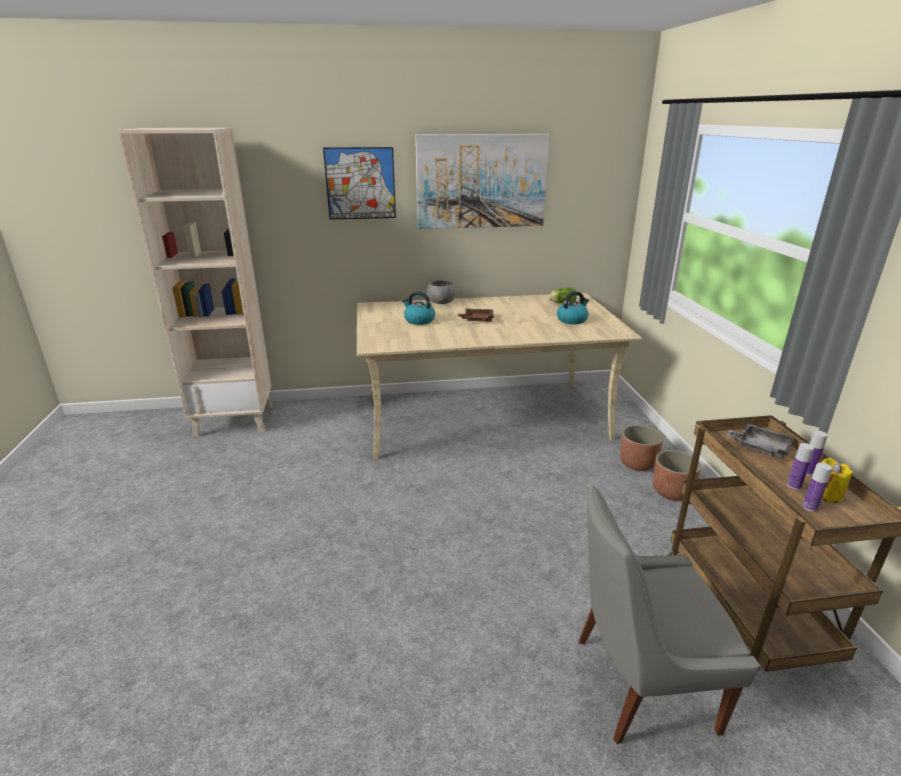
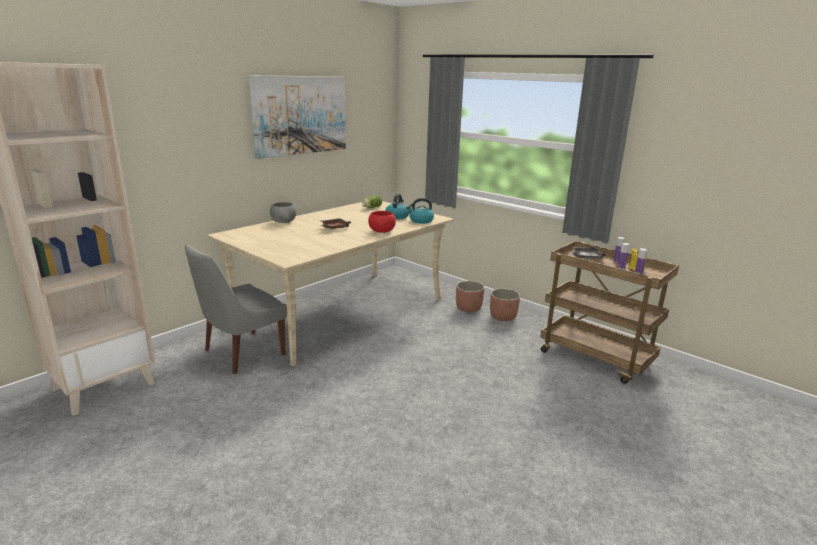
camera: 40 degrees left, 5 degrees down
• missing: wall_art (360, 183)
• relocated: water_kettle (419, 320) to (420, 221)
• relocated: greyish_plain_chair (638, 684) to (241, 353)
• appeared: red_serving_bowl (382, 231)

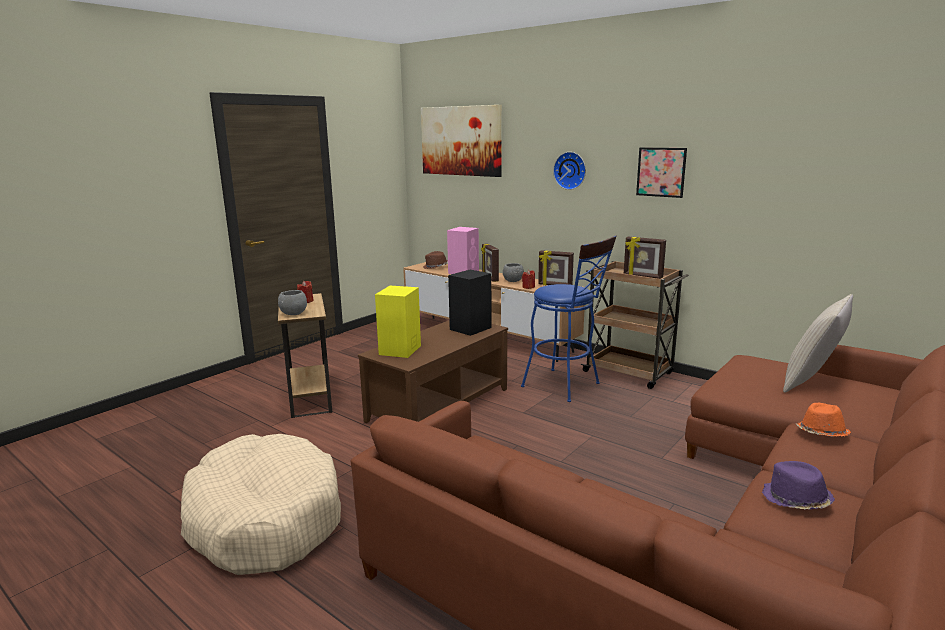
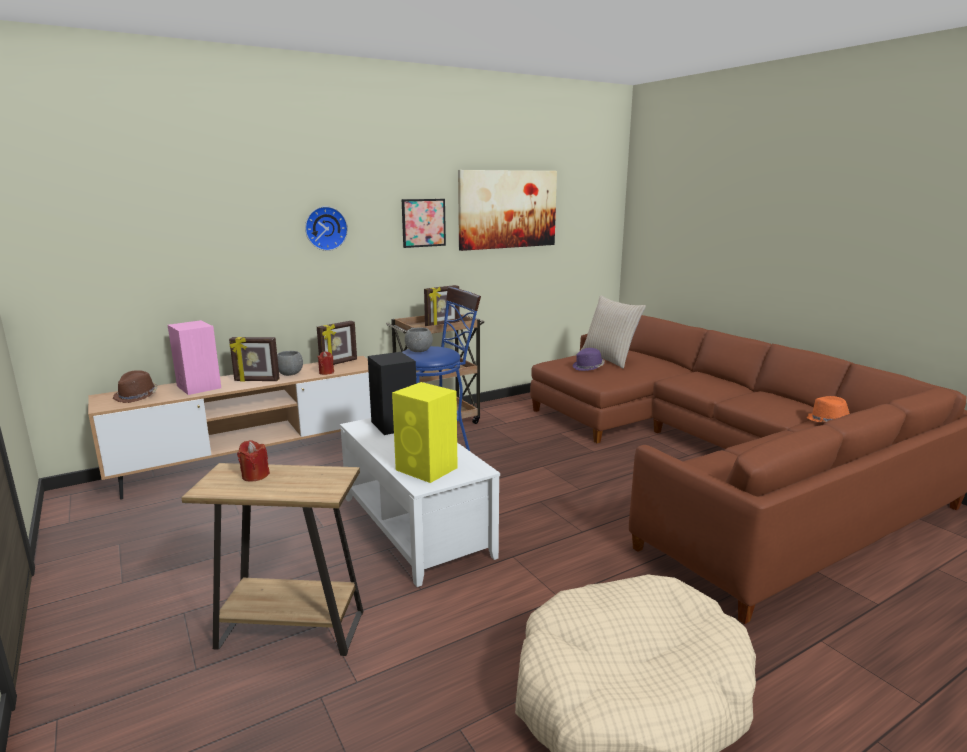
camera: 70 degrees left, 0 degrees up
• relocated: greyish_serving_bowl (294, 314) to (419, 351)
• colour: brown-coloured_coffee_table (439, 405) to white-coloured_coffee_table (416, 526)
• relocated: wall_art (461, 141) to (507, 209)
• relocated: purple_hat (795, 500) to (588, 367)
• relocated: orange_hat (821, 434) to (828, 421)

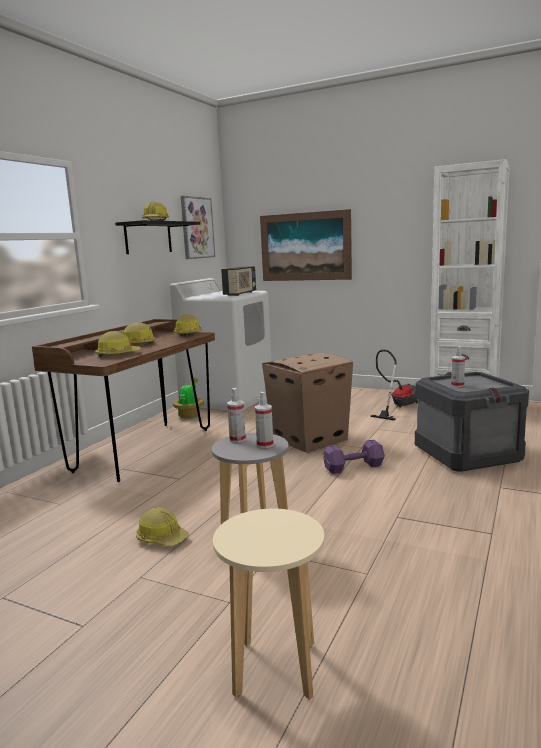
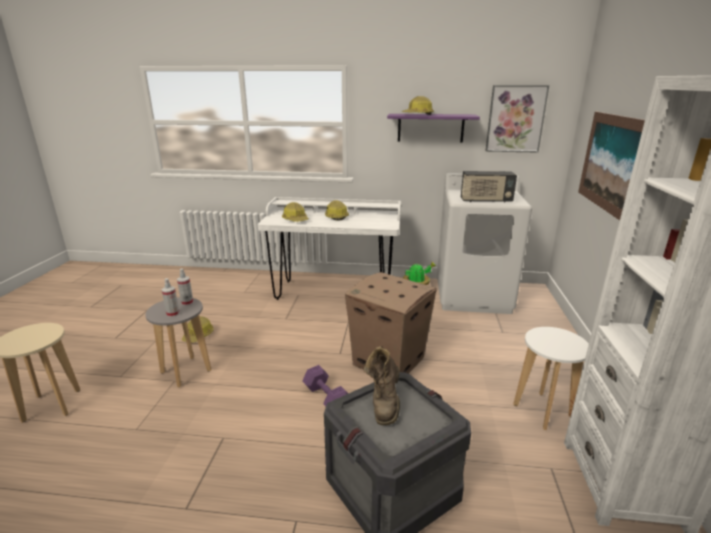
camera: 70 degrees right, 10 degrees up
• colour: brown-coloured_desk (144, 449) to white-coloured_desk (334, 292)
• colour: blackish_bracket_shelf (148, 238) to purple_bracket_shelf (430, 128)
• missing: safety_helmet (188, 334)
• exchanged: vacuum_cleaner (398, 406) to white-coloured_sitting_stool (543, 411)
• exchanged: hand_sprayer (457, 385) to brown-coloured_boot (384, 403)

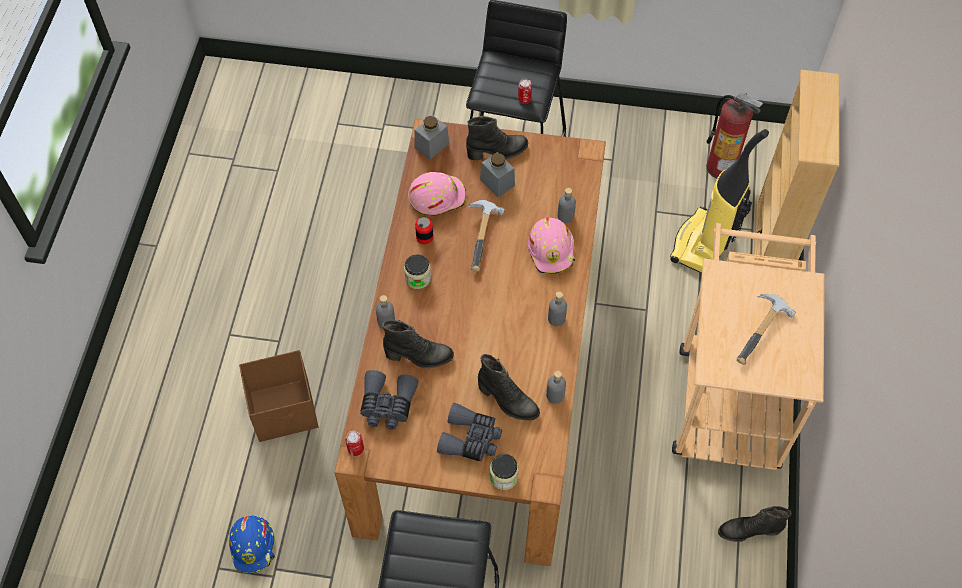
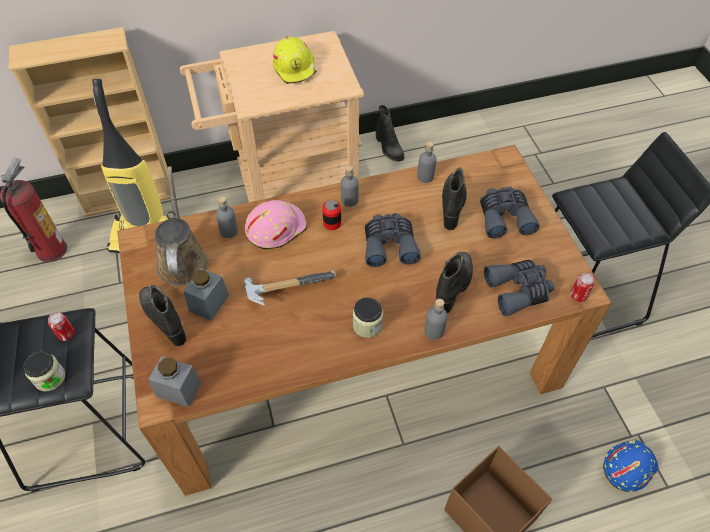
camera: 115 degrees left, 5 degrees down
• spun: blackish_boot (419, 356) = (453, 287) 45 degrees clockwise
• missing: pink-coloured_safety_helmet (437, 196)
• relocated: sealed_can (424, 237) to (332, 223)
• relocated: preserve_jar (503, 477) to (50, 378)
• exchanged: tool_hammer (764, 333) to yellowish_safety_helmet (295, 68)
• appeared: brown-coloured_watering_pot (182, 260)
• appeared: greyish_field_glasses (389, 244)

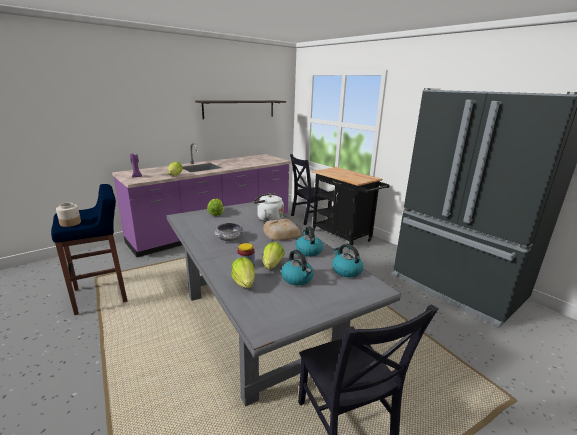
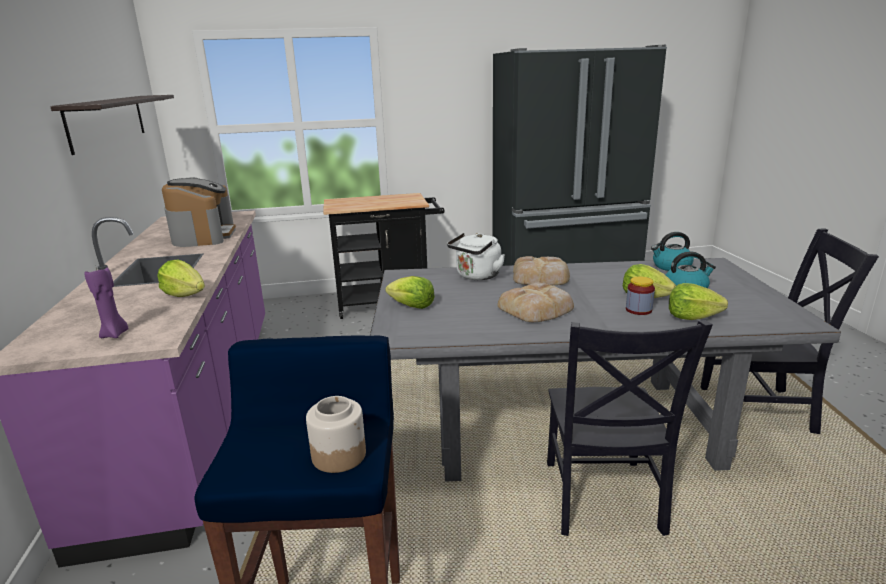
camera: 60 degrees left, 0 degrees up
• exchanged: serving_bowl (230, 238) to baked_bread (537, 309)
• relocated: blackish_plain_chair (308, 218) to (602, 501)
• missing: water_kettle (308, 251)
• appeared: coffee_machine (204, 235)

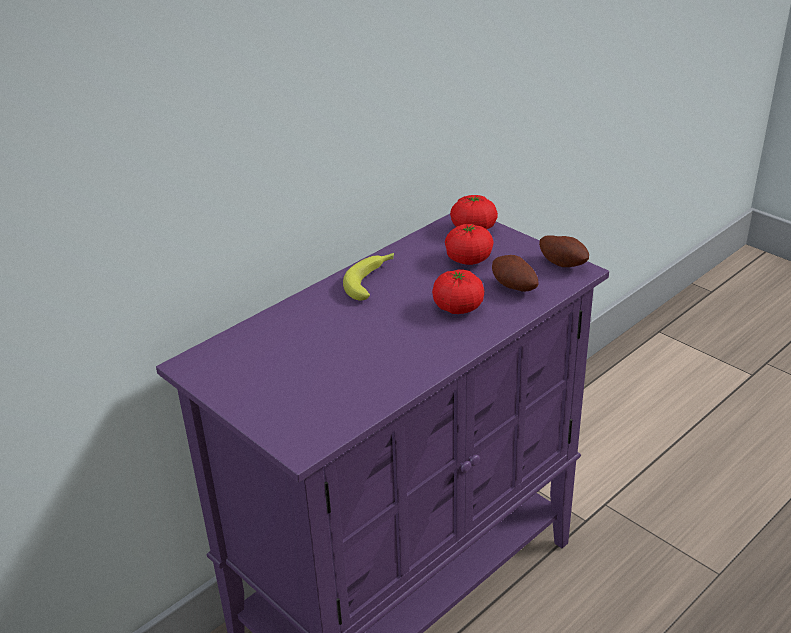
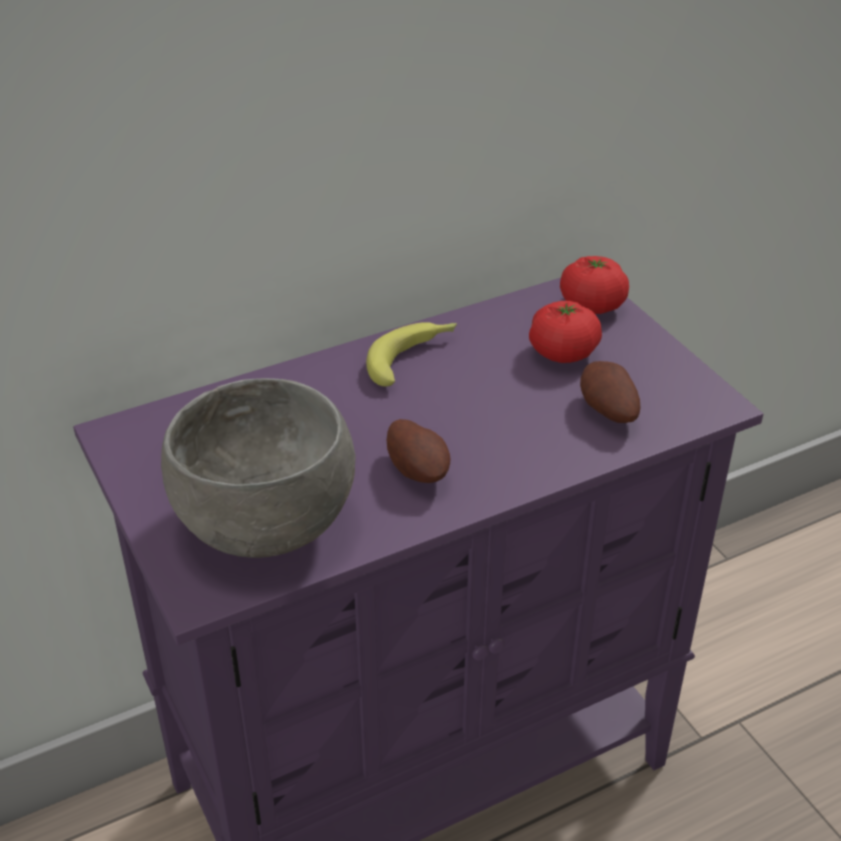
camera: 15 degrees right, 5 degrees up
• missing: fresh_tomato (458, 307)
• relocated: spud (563, 263) to (419, 470)
• appeared: greyish_serving_bowl (267, 523)

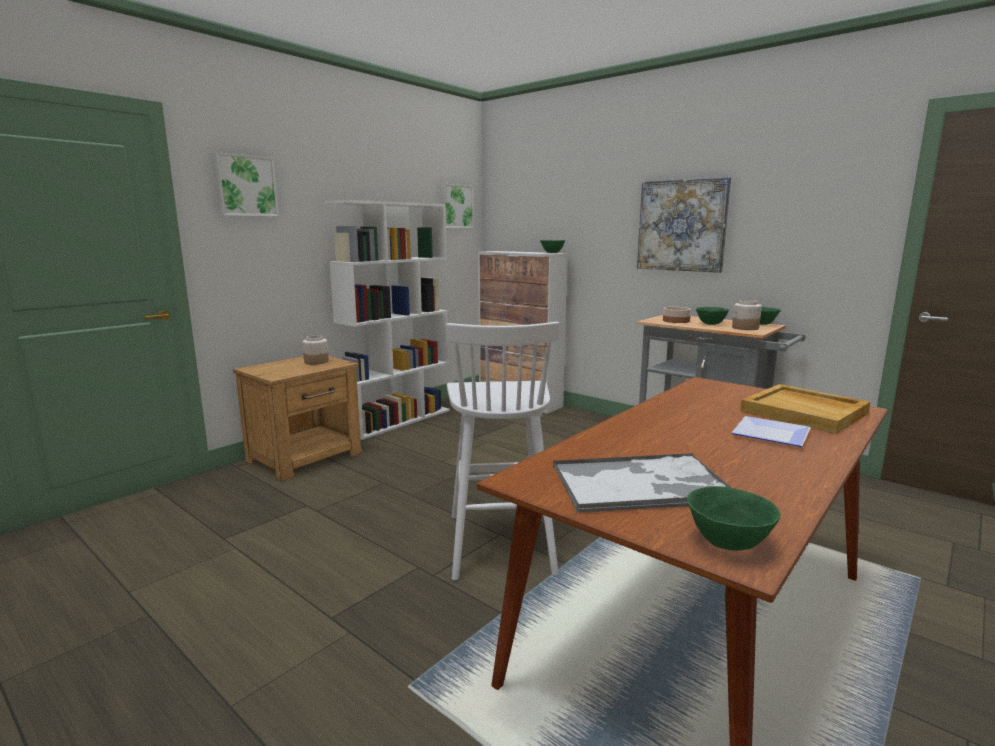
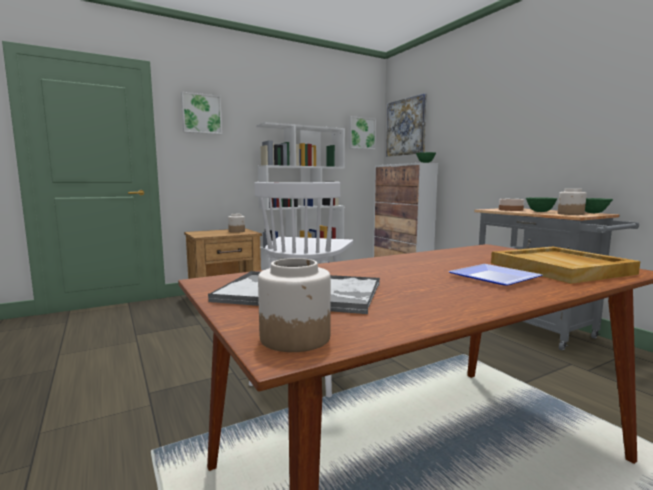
camera: 20 degrees right, 5 degrees down
• relocated: wall_art (682, 225) to (406, 127)
• exchanged: green_serving_bowl (728, 543) to preserve_jar (295, 337)

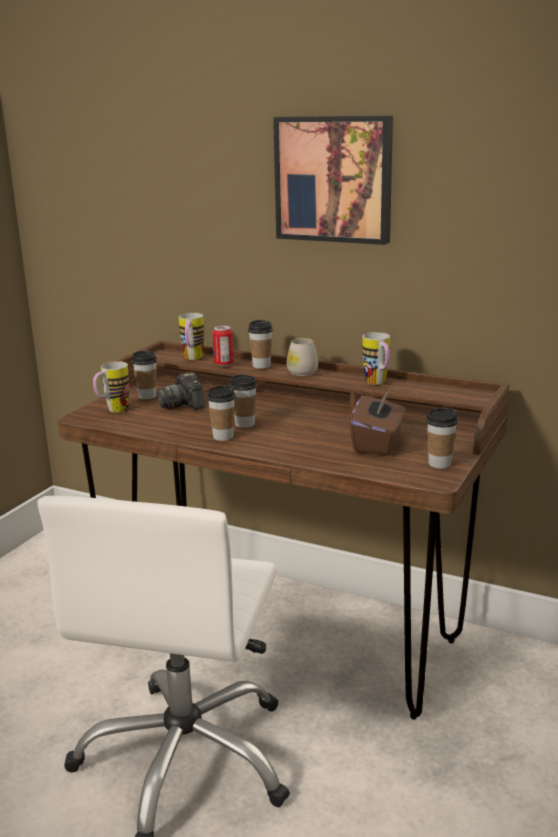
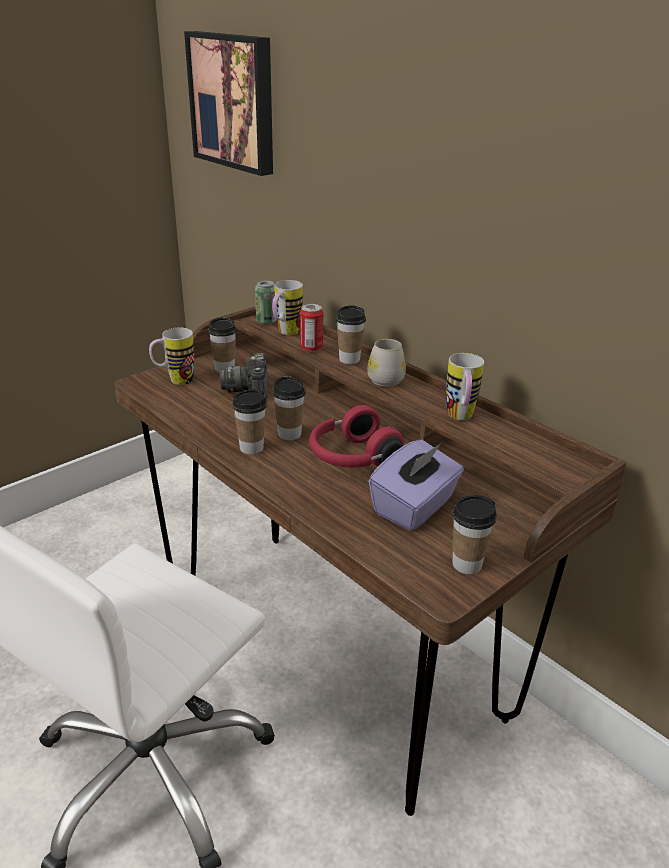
camera: 20 degrees right, 10 degrees up
• relocated: wall_art (334, 179) to (234, 101)
• colour: brown-coloured_tissue_holder (378, 444) to purple_tissue_holder (415, 507)
• appeared: sealed_can (266, 321)
• appeared: red_headphones (351, 457)

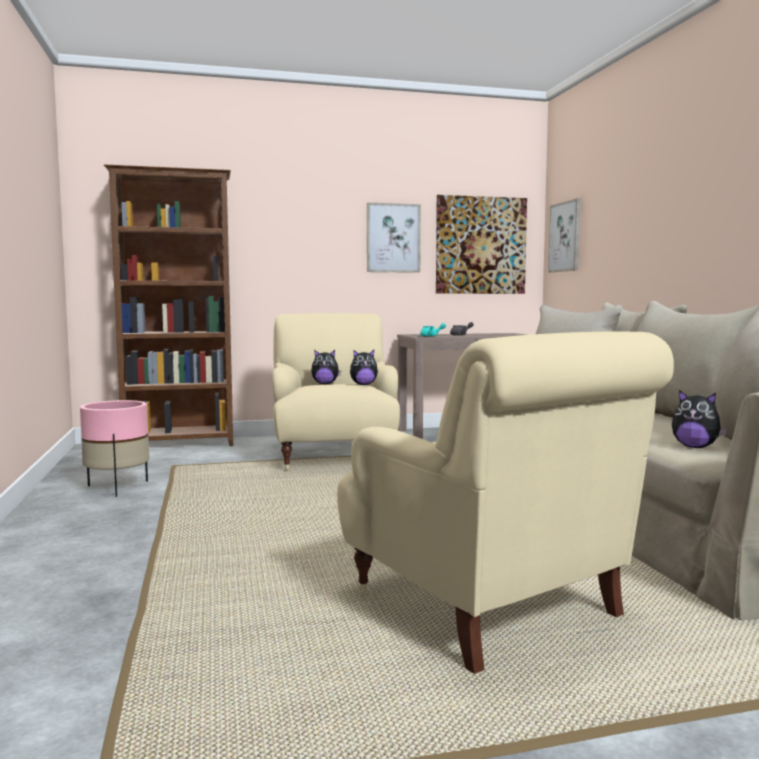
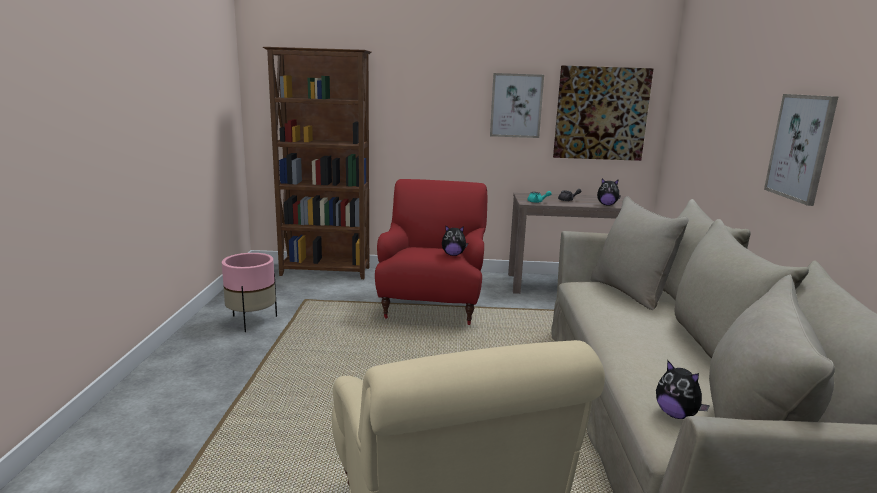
camera: 15 degrees right, 10 degrees up
• colour: sand-coloured_lounge_chair (333, 458) to red_lounge_chair (432, 306)
• relocated: soft_toy (325, 384) to (607, 205)
• relocated: wall_art (565, 237) to (800, 147)

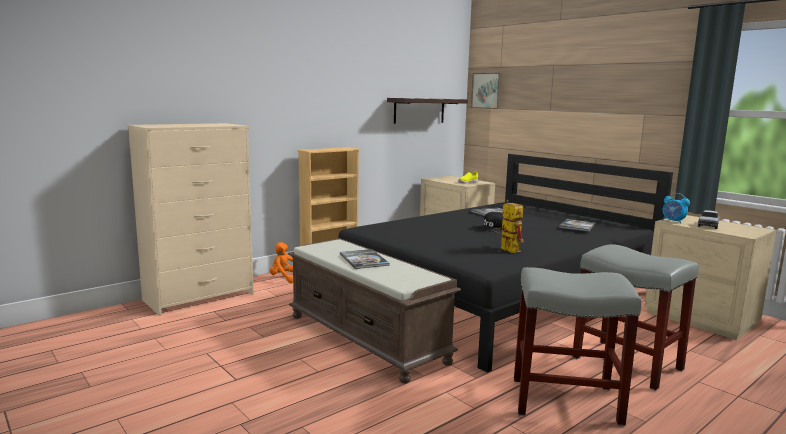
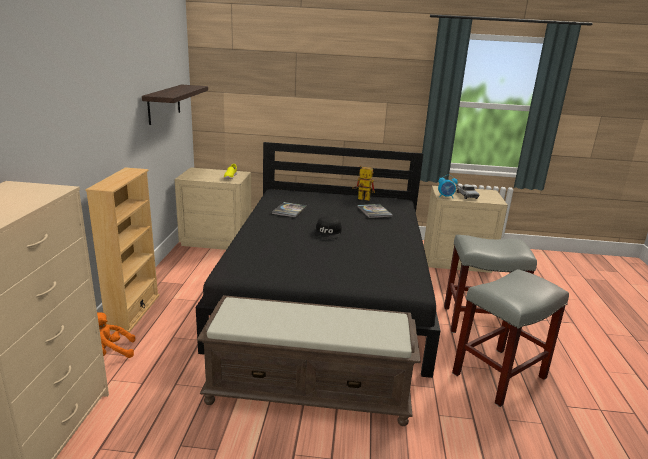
camera: 45 degrees left, 10 degrees up
• missing: volume (364, 260)
• missing: wall_art (487, 90)
• relocated: model_robot (506, 249) to (361, 198)

